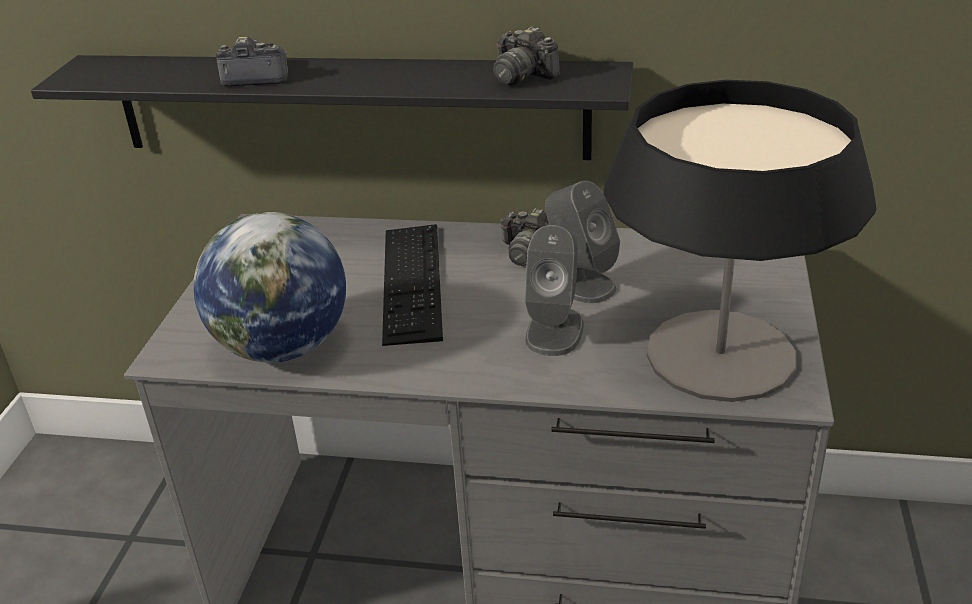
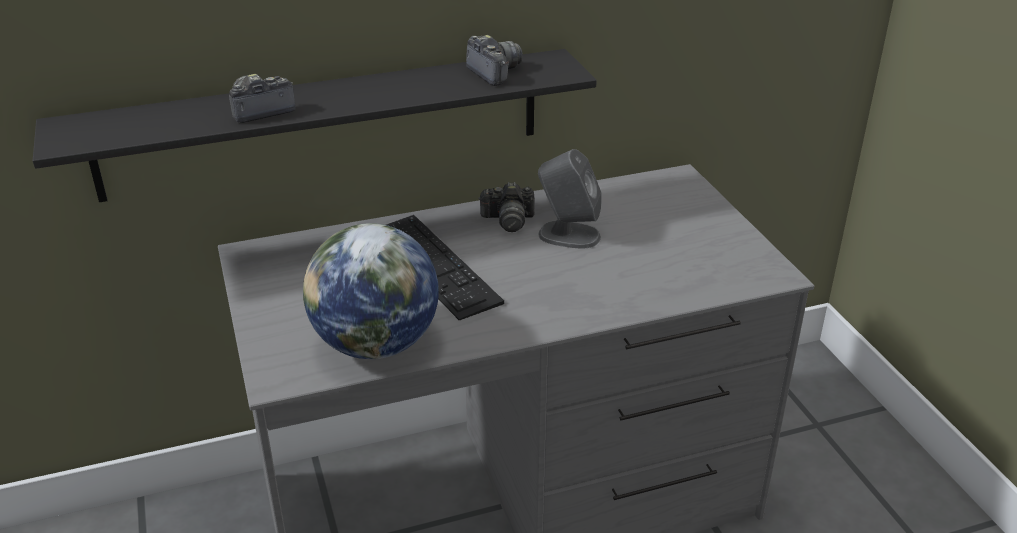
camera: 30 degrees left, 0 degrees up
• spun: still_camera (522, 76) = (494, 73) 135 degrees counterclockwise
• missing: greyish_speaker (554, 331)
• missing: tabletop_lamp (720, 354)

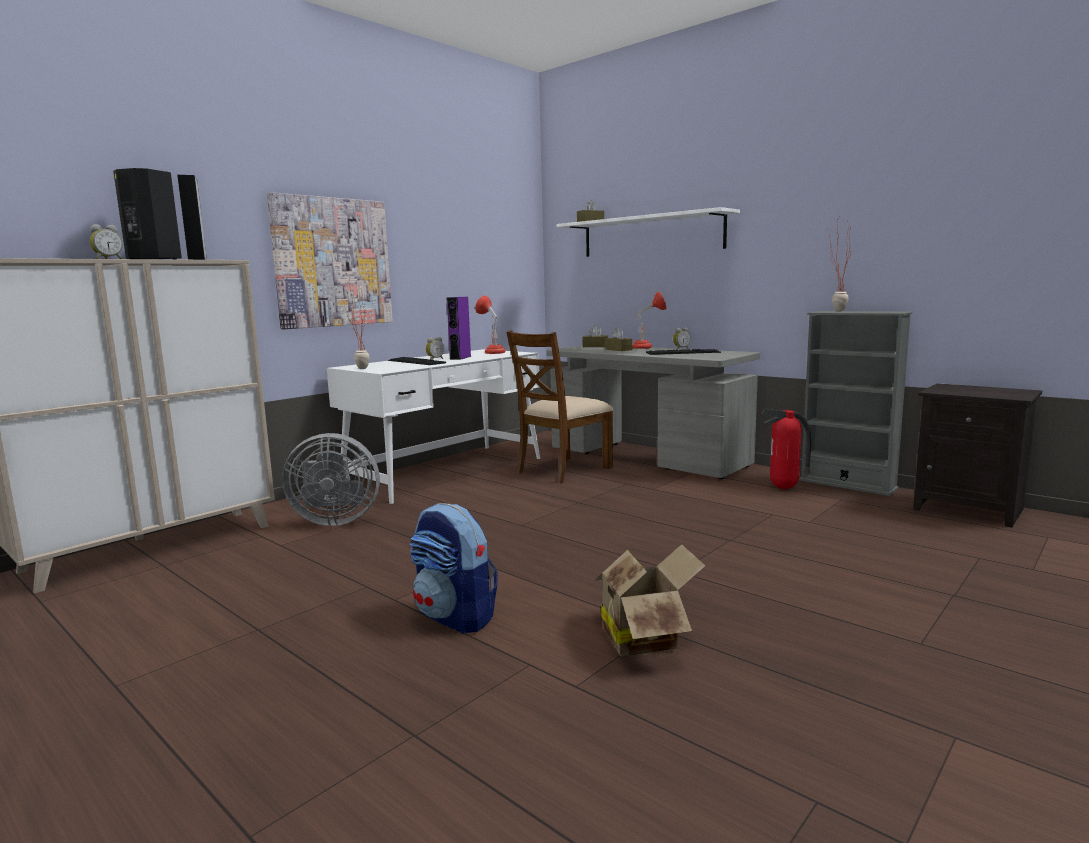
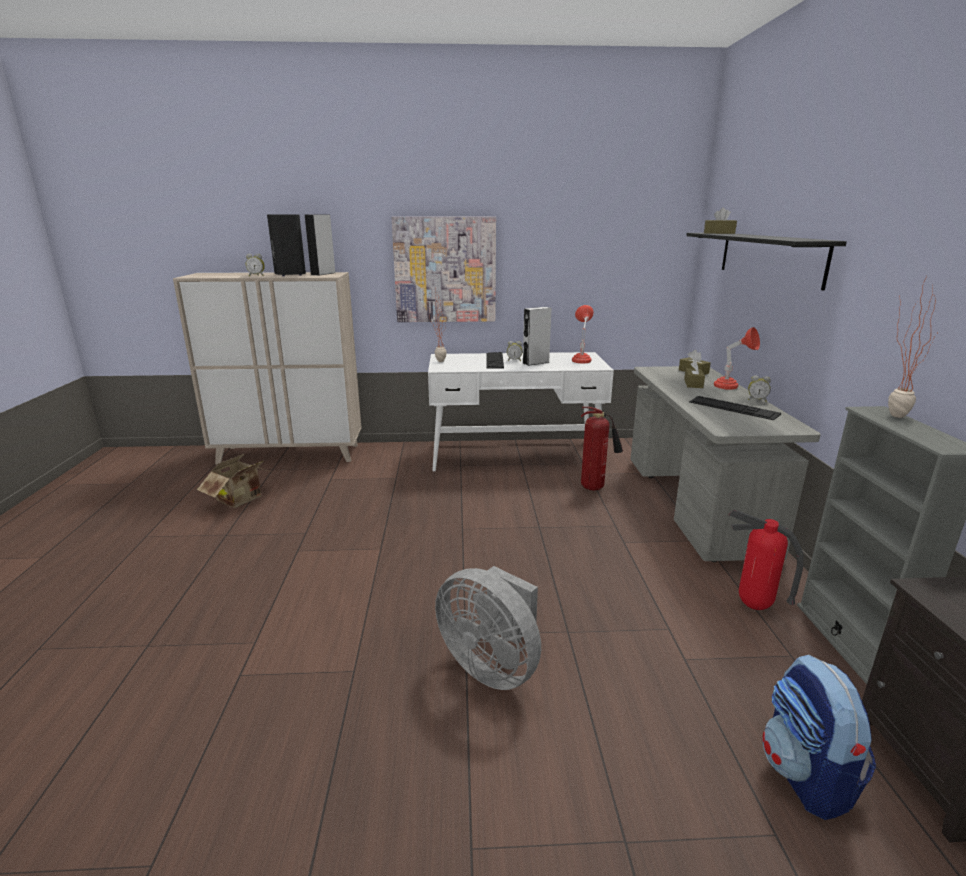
camera: 45 degrees right, 10 degrees up
• relocated: greyish_cooling_fan (334, 520) to (492, 665)
• relocated: backpack (455, 617) to (806, 776)
• colour: purple_speaker (460, 358) to greyish_speaker (535, 362)
• exchanged: brown-coloured_plain_chair (562, 470) to fire_extinguisher (595, 487)
• colour: white-coloured_bracket_shelf (651, 235) to blackish_bracket_shelf (769, 257)
• relocated: packing_box (644, 638) to (242, 499)

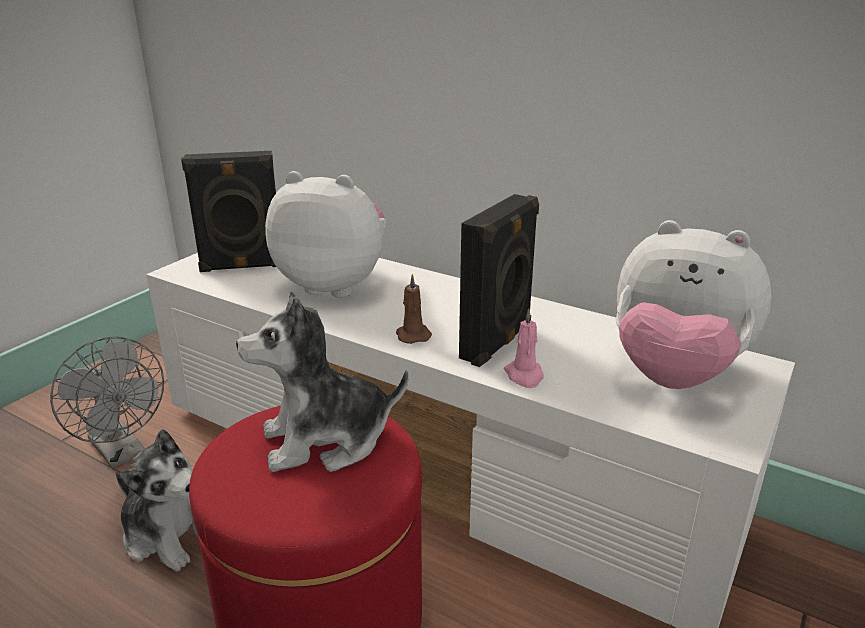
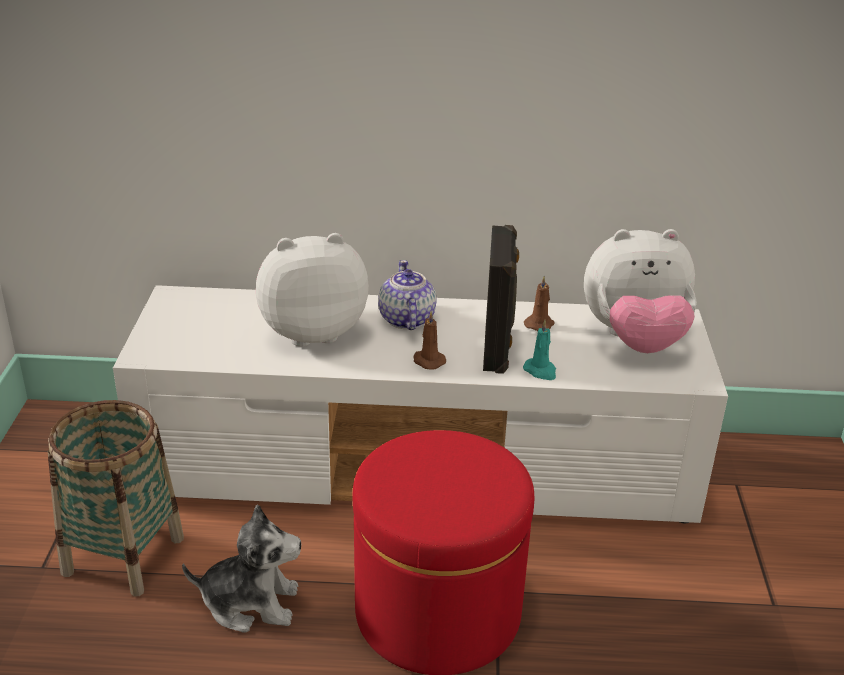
camera: 30 degrees left, 5 degrees up
• exchanged: greyish_cooling_fan (123, 452) to household_basket (123, 555)
• missing: blackish_speaker (242, 266)
• missing: soft_toy (326, 440)
• colour: pink-coloured_wax_candle (524, 376) to blue-green_wax_candle (540, 371)
• appeared: teapot (406, 320)
• appeared: brown-coloured_wax_candle (539, 324)

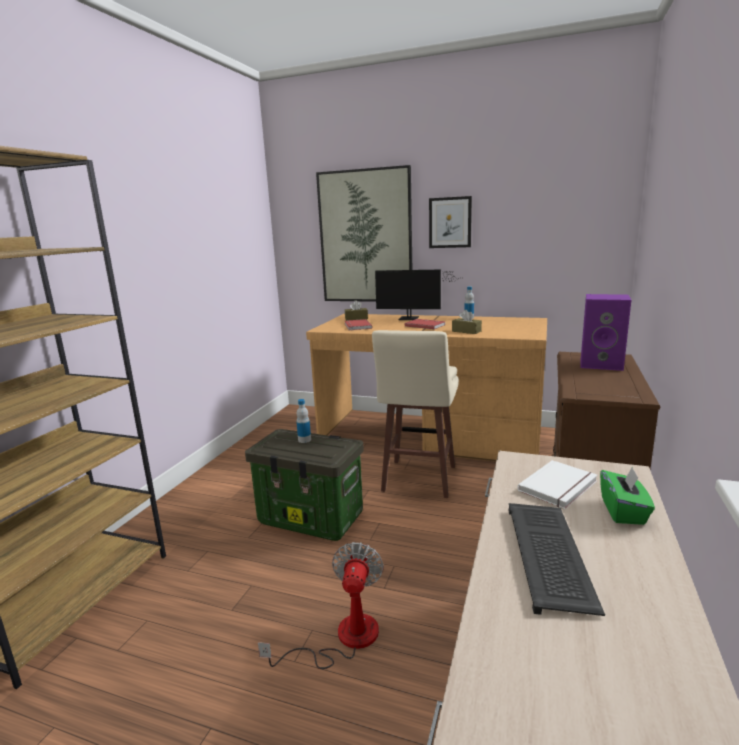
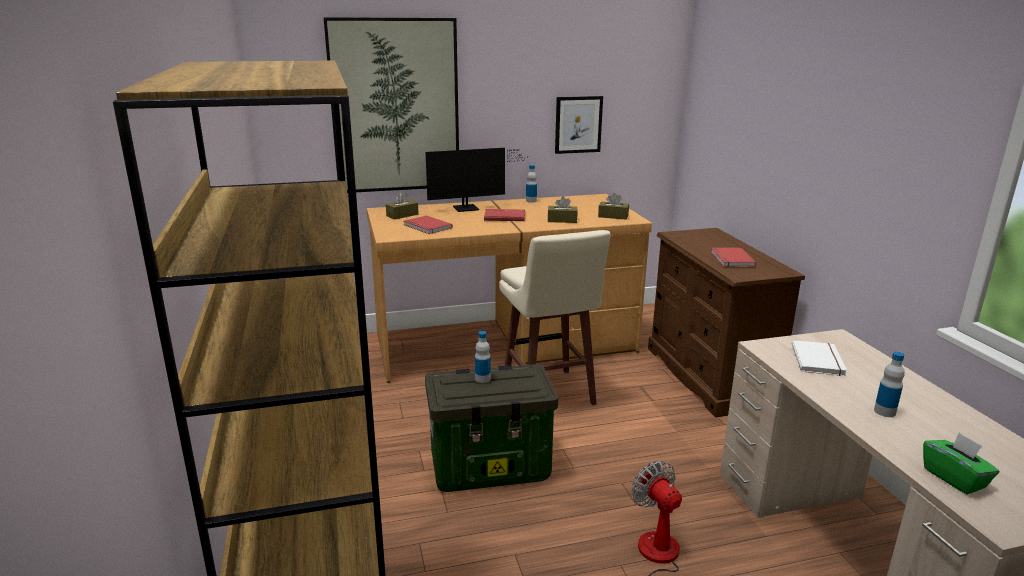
camera: 35 degrees left, 5 degrees up
• relocated: wall_art (450, 222) to (578, 124)
• exchanged: PC_keyboard (550, 557) to drink_bottle (884, 411)
• missing: purple_speaker (602, 364)
• relocated: green_tissue_holder (623, 511) to (954, 478)
• appeared: brown-coloured_tissue_holder (613, 216)
• appeared: red_volume (731, 259)

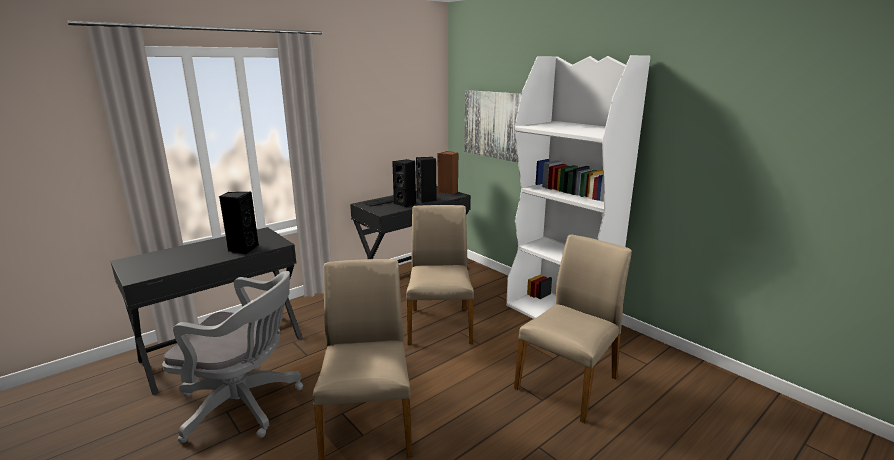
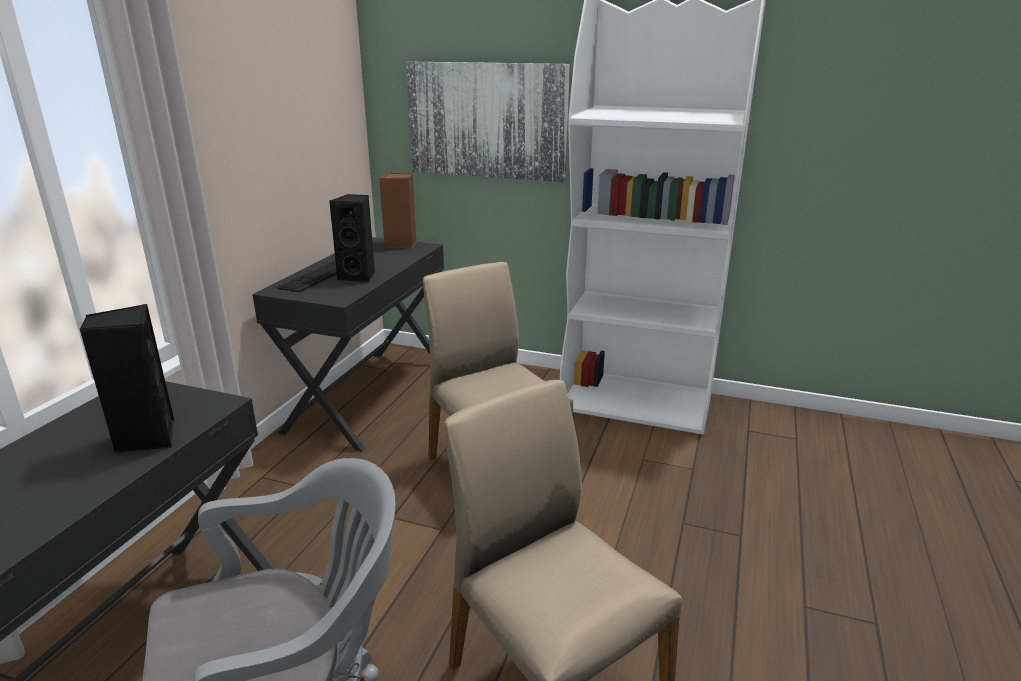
camera: 30 degrees left, 5 degrees up
• missing: blackish_speaker (426, 200)
• missing: sand-coloured_plain_chair (568, 382)

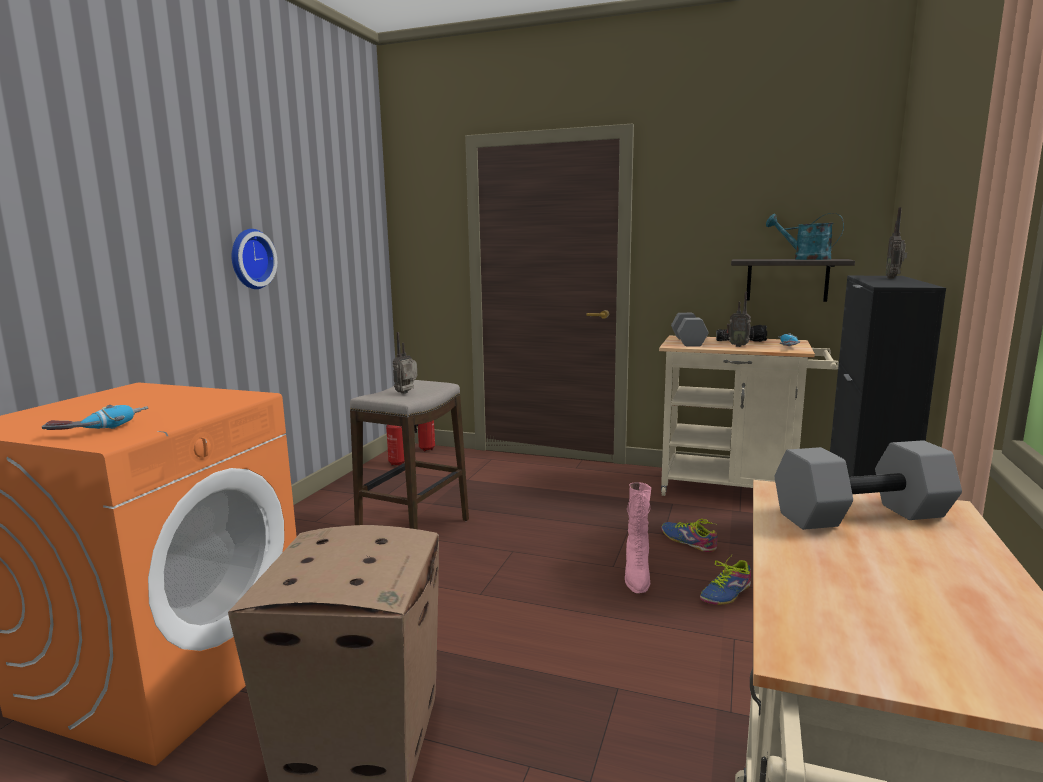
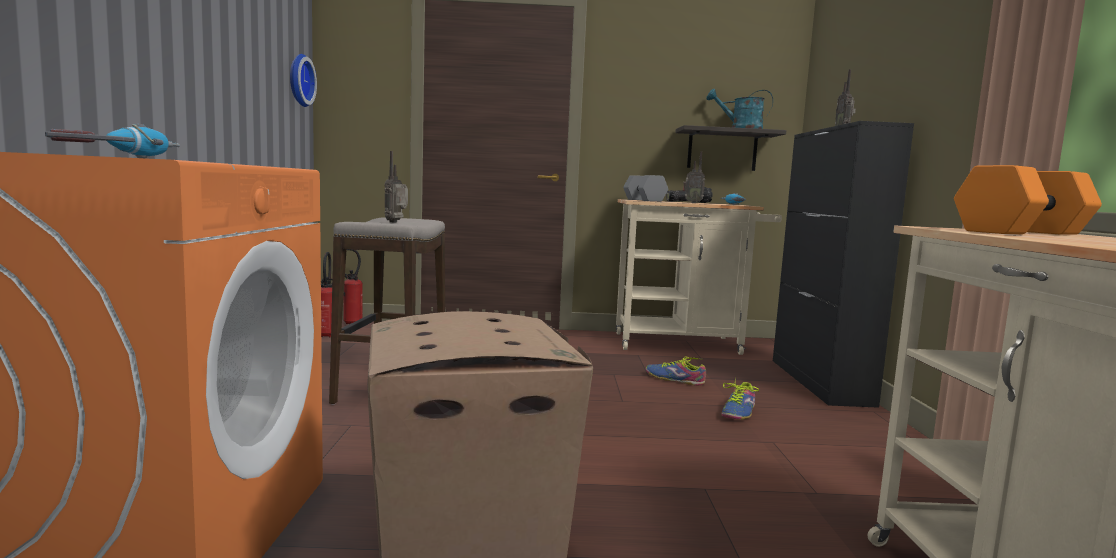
camera: 20 degrees left, 5 degrees down
• relocated: clock_on_the_wall (249, 259) to (298, 80)
• missing: pink-coloured_boot (637, 575)
• colour: greyish_hand_weight (861, 514) to orange_hand_weight (1021, 232)

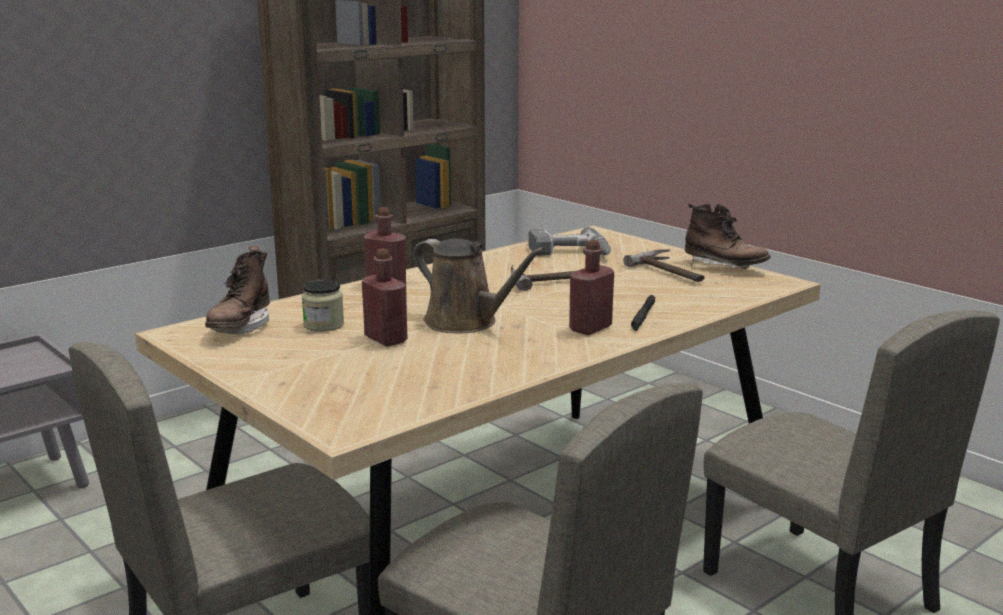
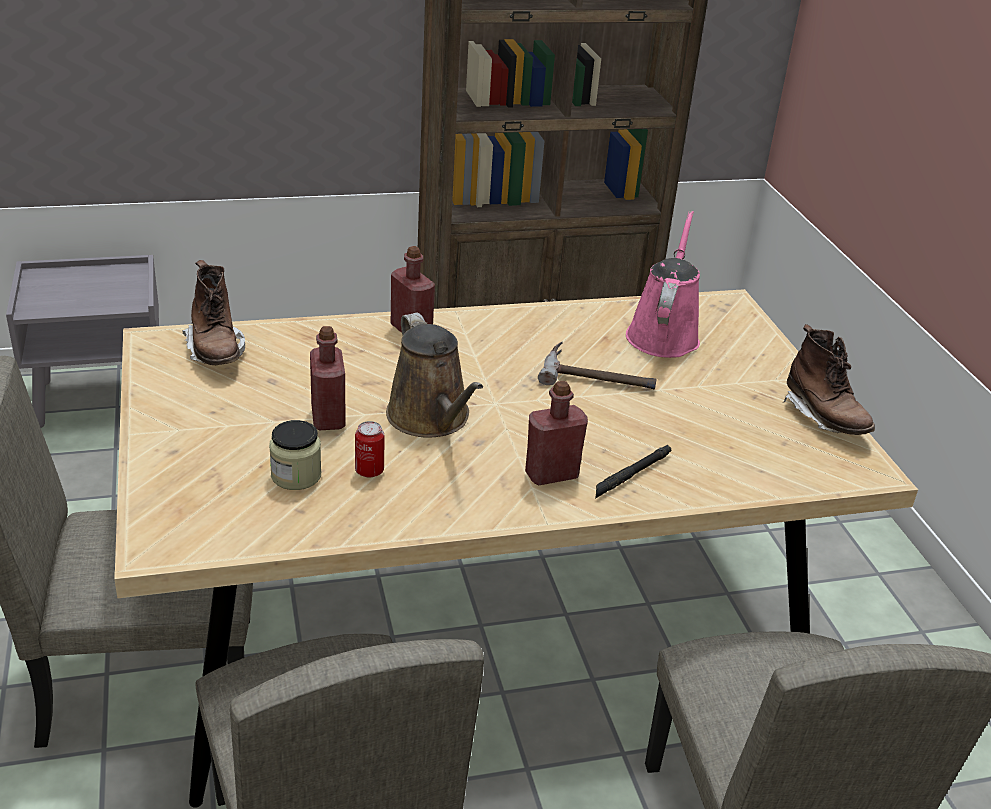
camera: 25 degrees right, 15 degrees up
• spun: brown-coloured_boot (240, 327) = (215, 352) 60 degrees counterclockwise
• relocated: preserve_jar (323, 325) to (296, 475)
• exchanged: power_drill (570, 253) to pink-coloured_watering_pot (663, 334)
• missing: tool_hammer (673, 271)
• appeared: sealed_can (369, 471)

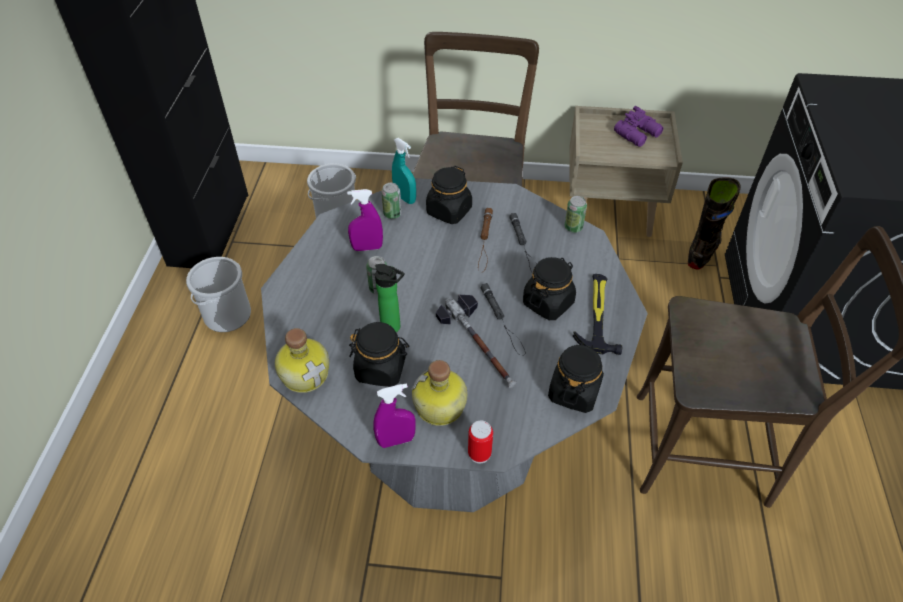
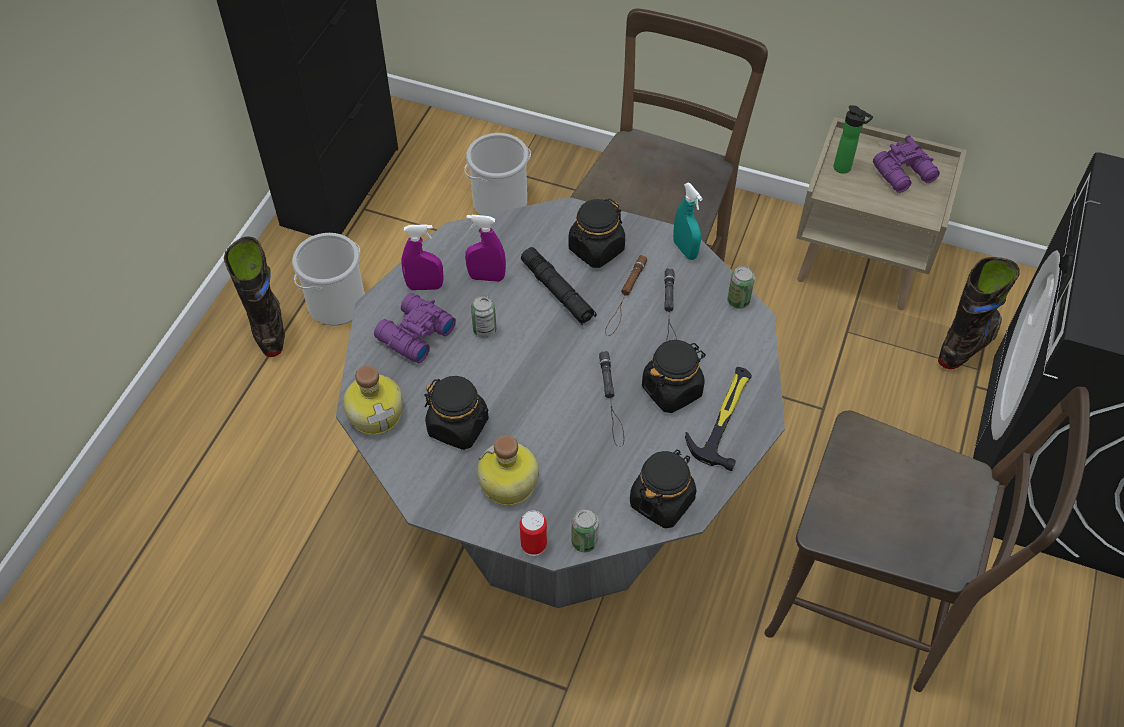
camera: 15 degrees right, 5 degrees up
• relocated: purple_hand_sprayer (396, 440) to (425, 286)
• relocated: drink_bottle (393, 328) to (844, 169)
• relocated: sealed_can (392, 214) to (584, 542)
• relocated: blue-green_hand_sprayer (405, 198) to (685, 250)
• missing: tool_hammer (480, 344)
• appeared: blackish_boot (268, 325)
• appeared: purple_field_glasses (413, 334)
• appeared: blackish_hand_torch (557, 292)

